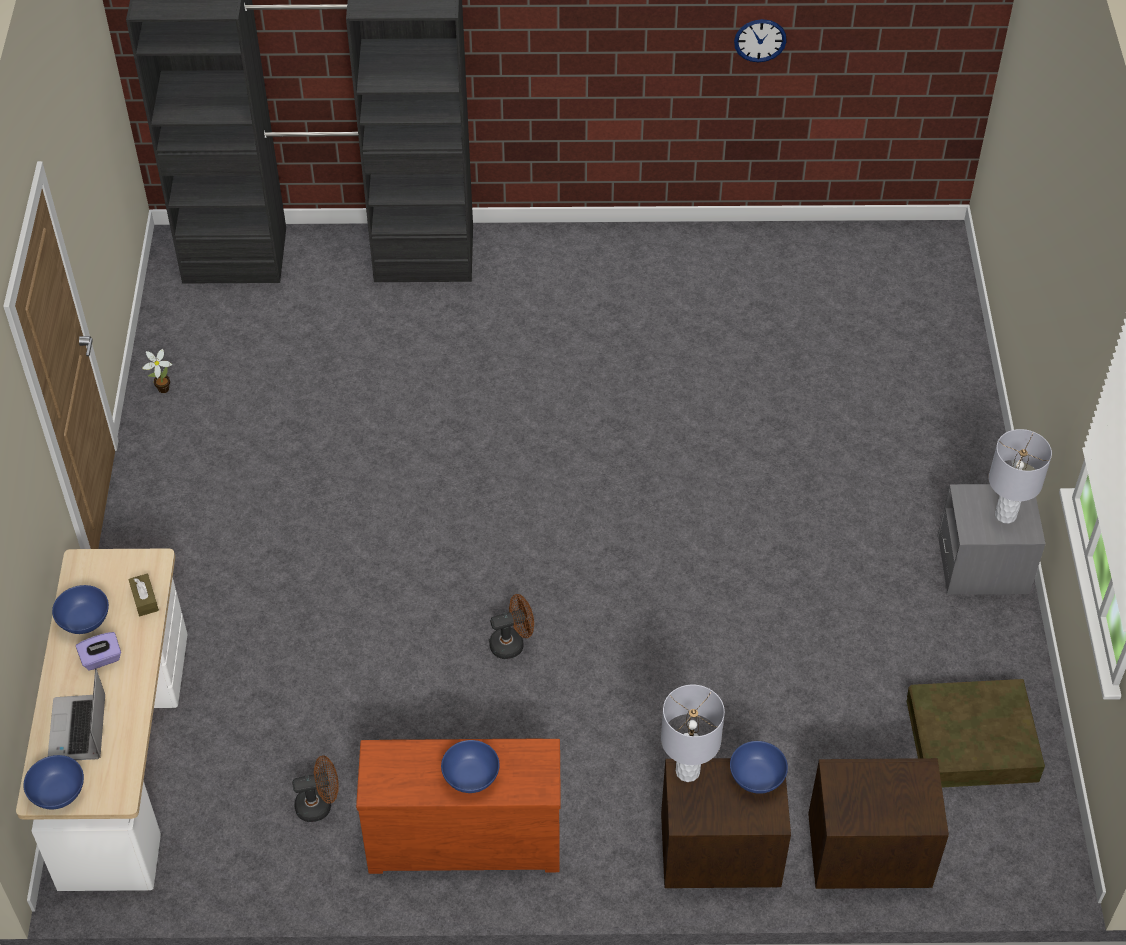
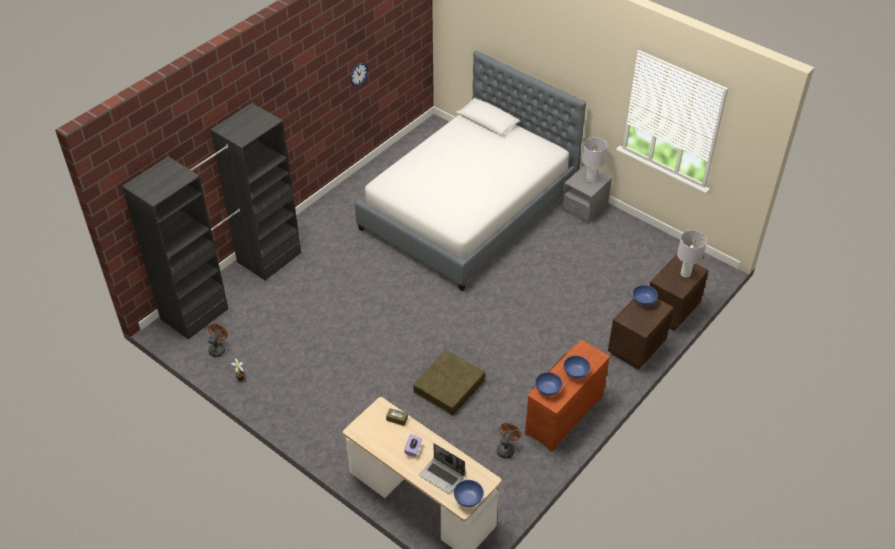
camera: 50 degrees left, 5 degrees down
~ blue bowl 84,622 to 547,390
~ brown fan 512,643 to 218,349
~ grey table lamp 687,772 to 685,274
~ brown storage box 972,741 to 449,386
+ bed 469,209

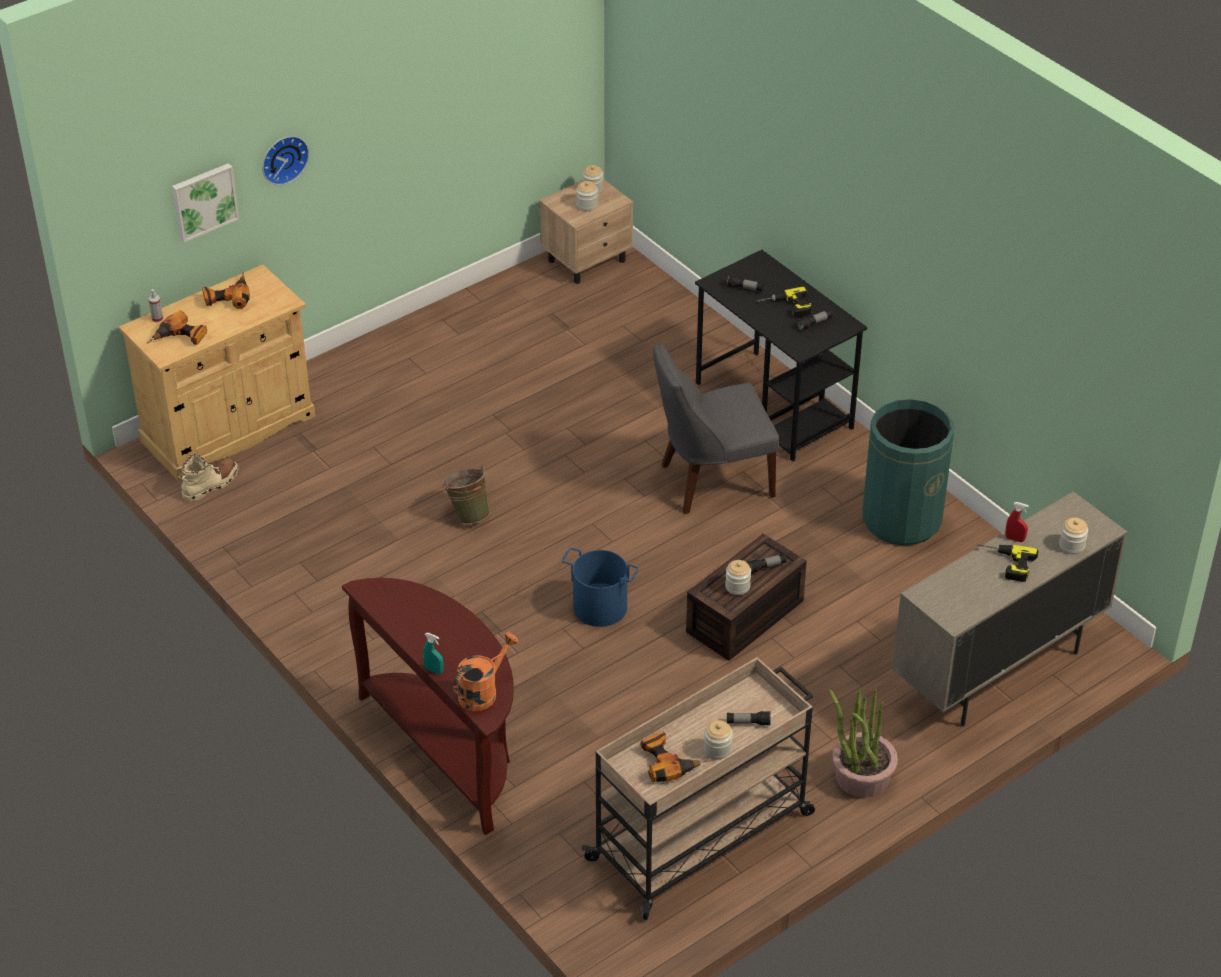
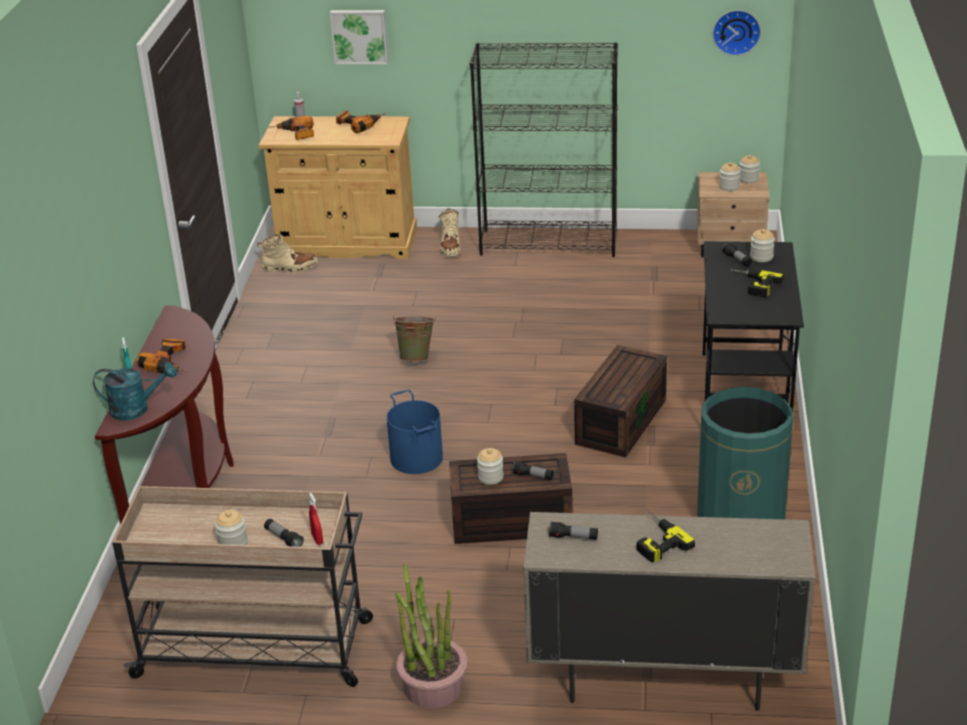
camera: 45 degrees right, 10 degrees down
~ wall clock 283,158 to 736,31
~ orange watering can 483,691 to turquoise watering can 136,409
~ power drill 669,761 to 170,363
~ grey chair 711,481 to brown storage box 620,420
~ flashlight 814,324 to 573,537
~ red spray bottle 1014,539 to 317,539
~ jar 1071,546 to 761,257
+ beige boot 450,247
+ black bookcase 549,243

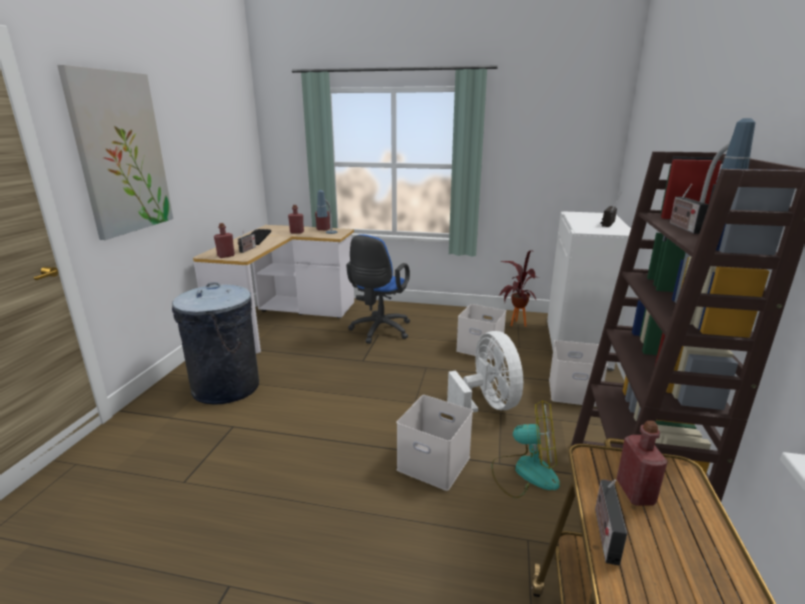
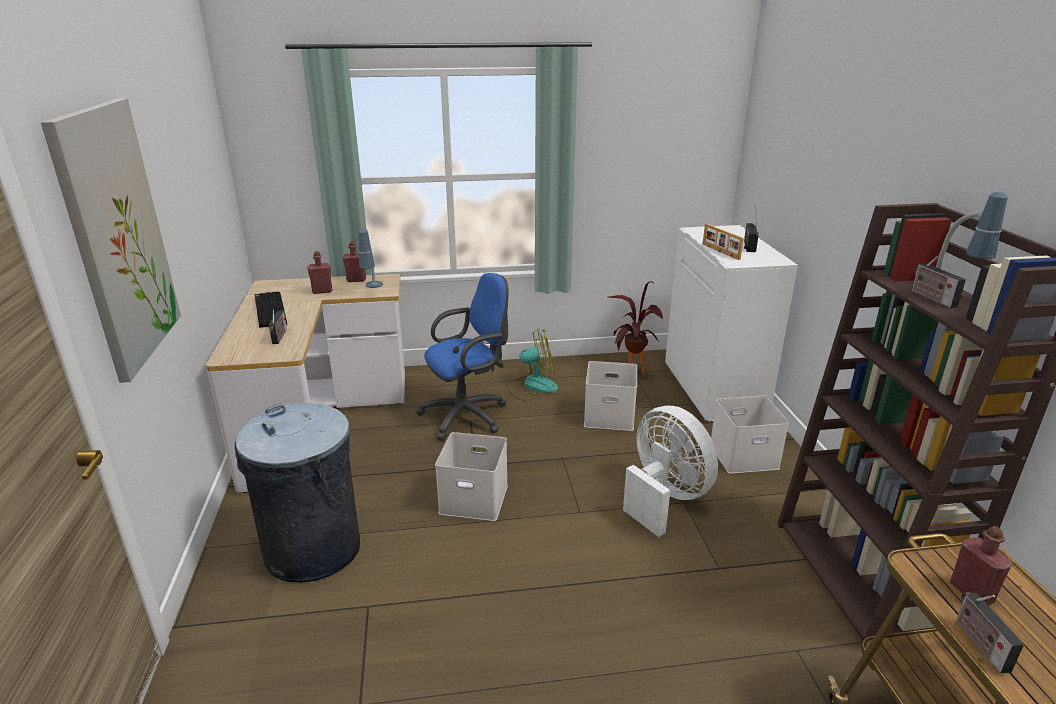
camera: 20 degrees left, 5 degrees up
- red bottle 226,256
~ blue office chair 379,331 = 468,415 120 degrees counterclockwise
~ white storage box 435,463 to 475,498
~ fan 525,472 to 532,386
+ picture frame 720,252

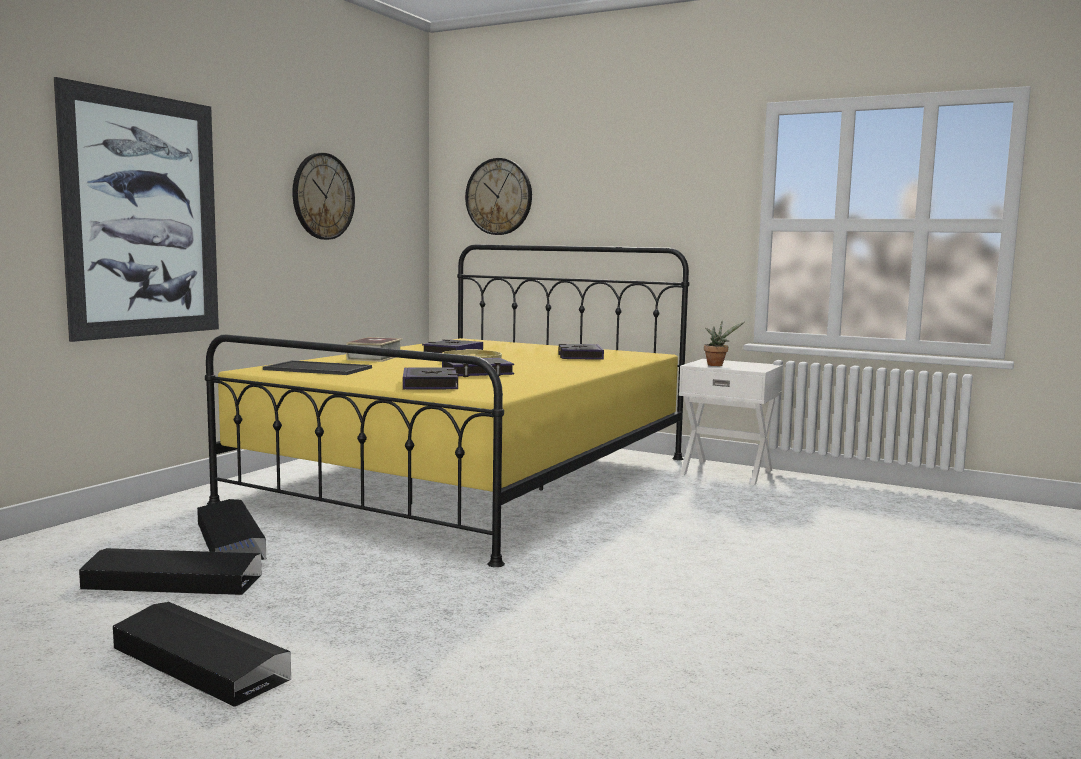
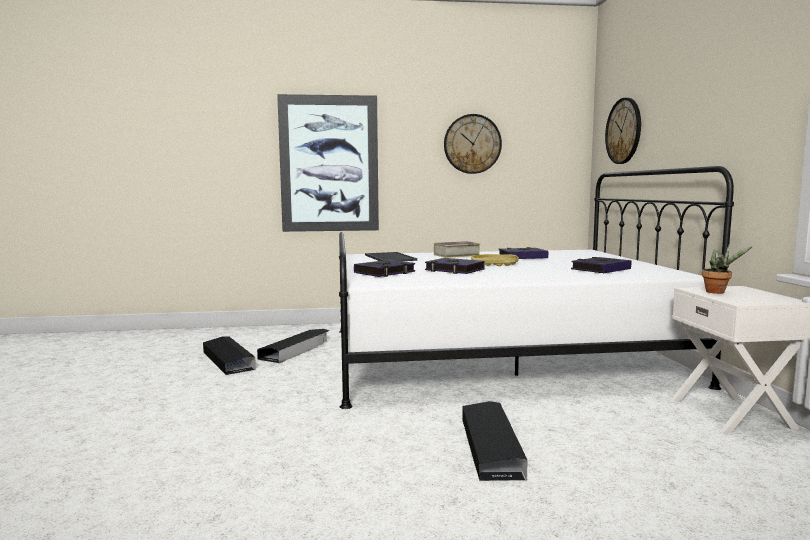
camera: 55 degrees right, 0 degrees up
~ black storage box 199,664 to 491,446
~ yellow bed 472,478 to white bed 497,355

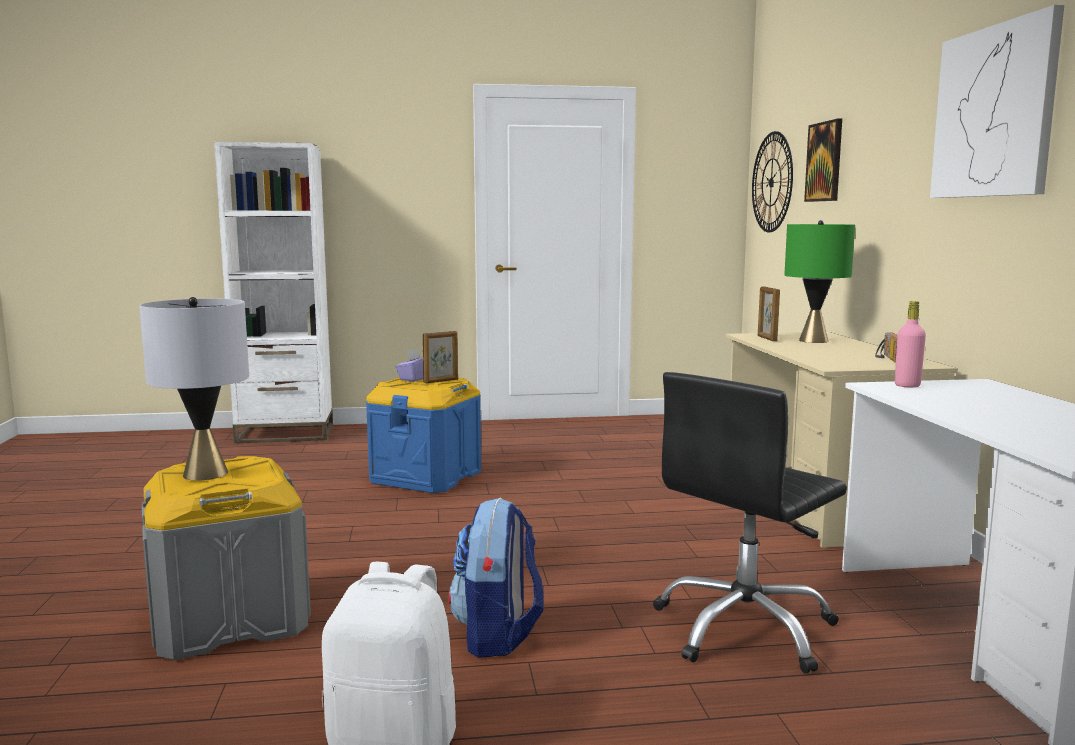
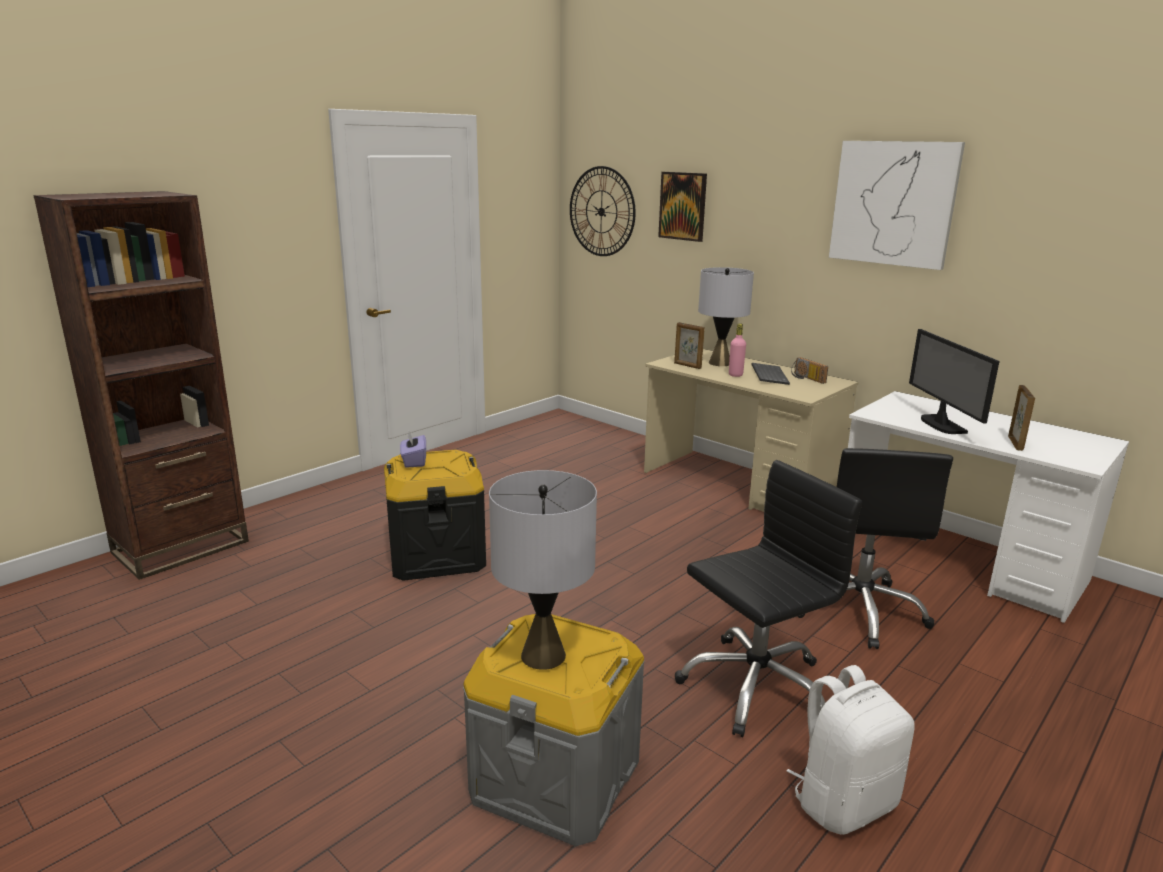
camera: 40 degrees left, 10 degrees up
~ white bookcase 285,434 to brown bookcase 181,547
~ blue storage box 426,477 to black storage box 436,555
~ picture frame 441,381 to 1015,443
~ backpack 498,635 to black office chair 755,686
~ green table lamp 813,341 to grey table lamp 720,363
~ pink bottle 907,385 to 735,375
+ keyboard 768,375
+ monitor 940,425

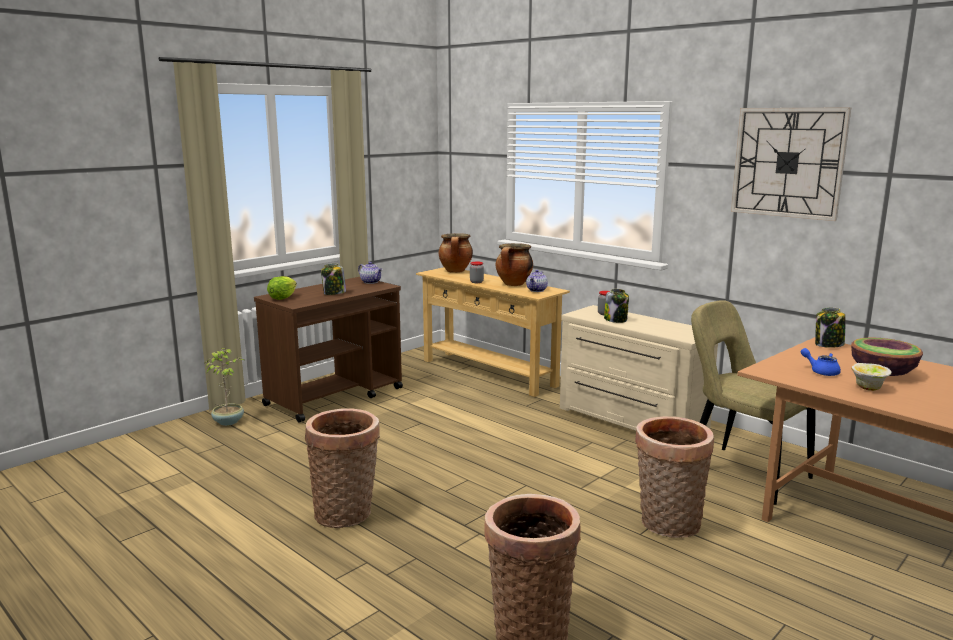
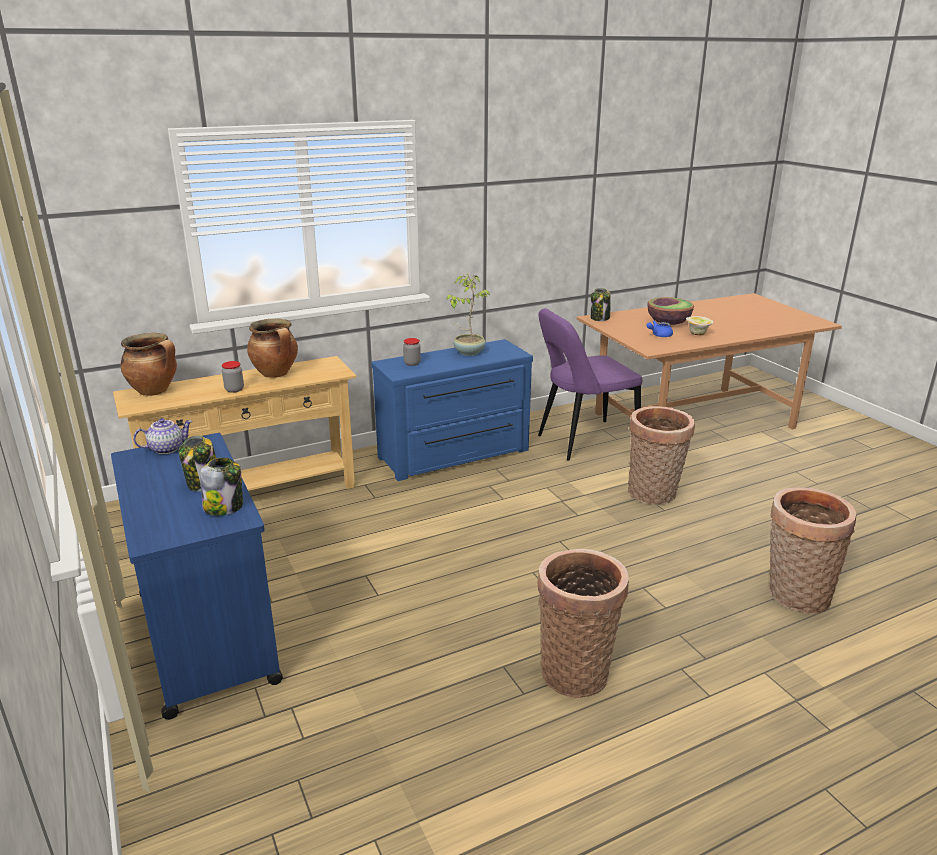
camera: 70 degrees left, 10 degrees up
~ potted plant 229,421 to 468,352
~ brown cart 335,396 to blue cart 207,635
- lettuce 282,298
- teapot 537,290
~ beige dresser 630,420 to blue dresser 455,455
~ jar 616,320 to 224,507
~ beige chair 741,473 to purple chair 582,442
- wall clock 788,162

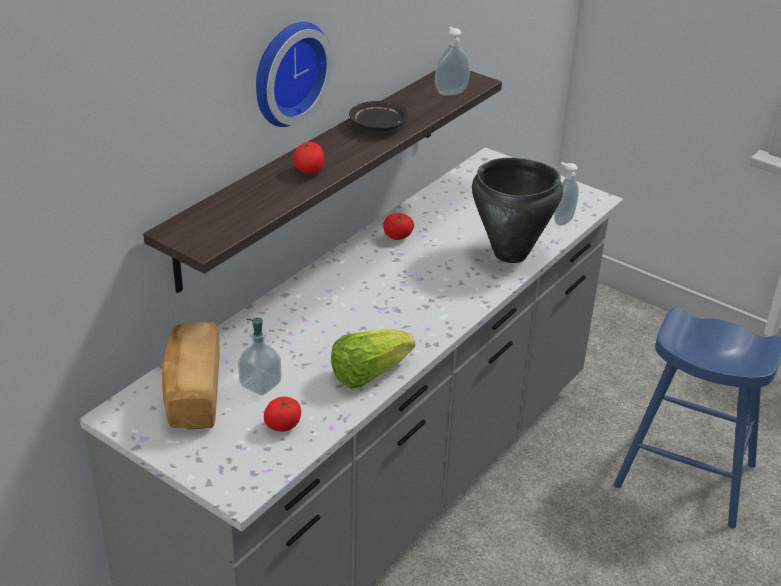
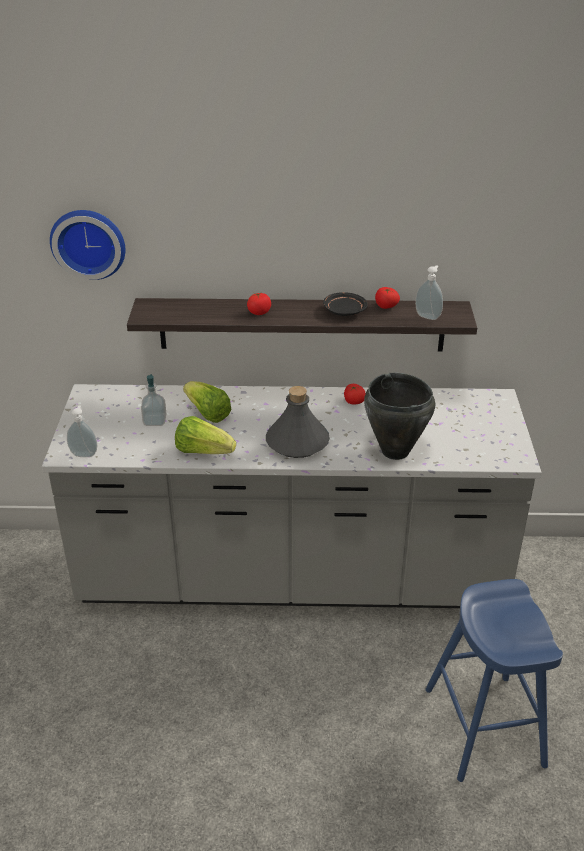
camera: 55 degrees right, 0 degrees up
- bread 192,394
~ wall clock 286,72 to 89,242
~ tomato 283,425 to 386,306
~ soap dispenser 562,220 to 84,454
+ lettuce 207,413
+ grey bottle 297,443

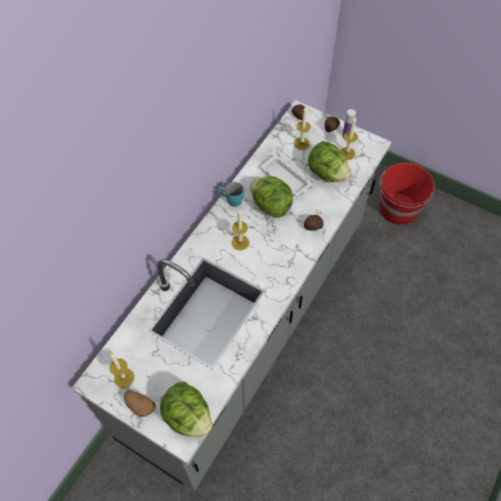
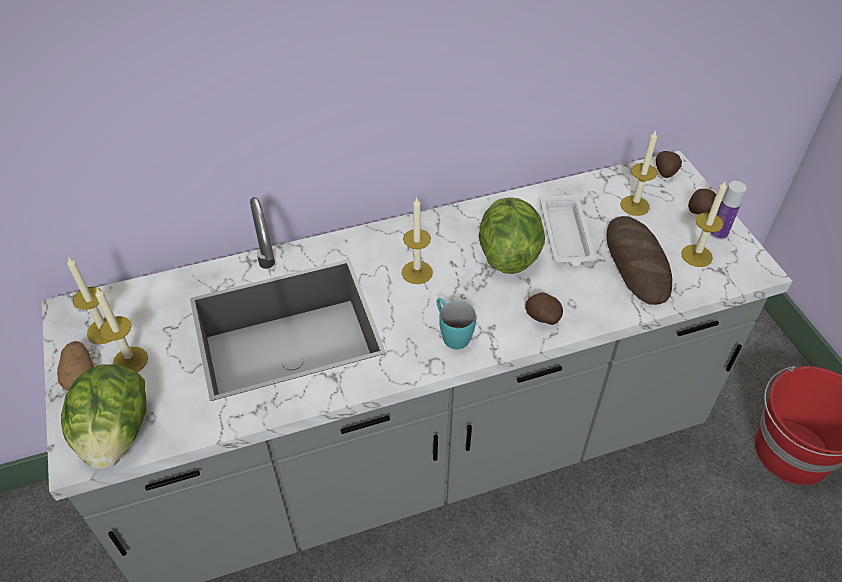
camera: 40 degrees right, 10 degrees down
~ turquoise mug 231,200 to 452,334
~ lettuce 327,173 to bread 636,263
+ candle 130,360

